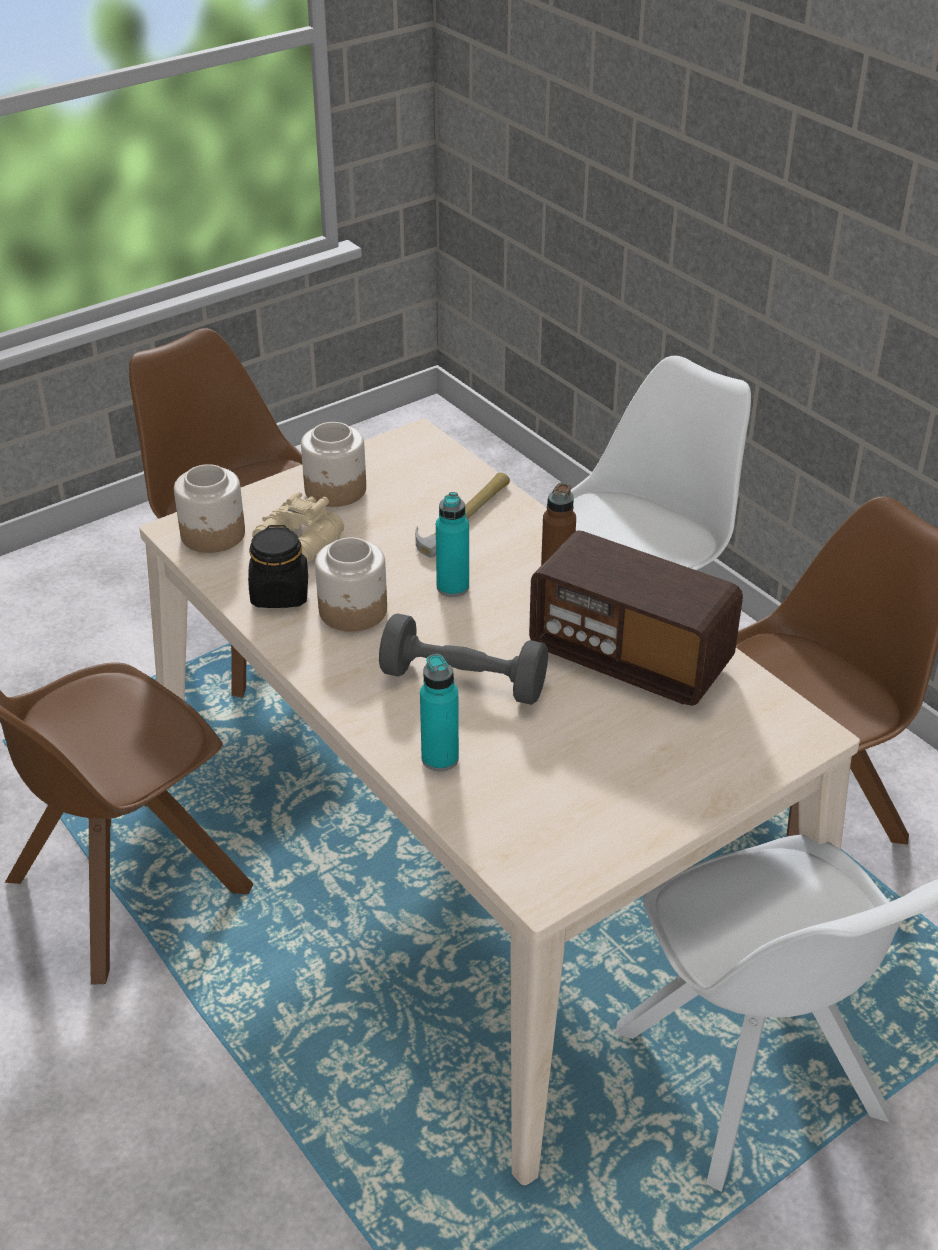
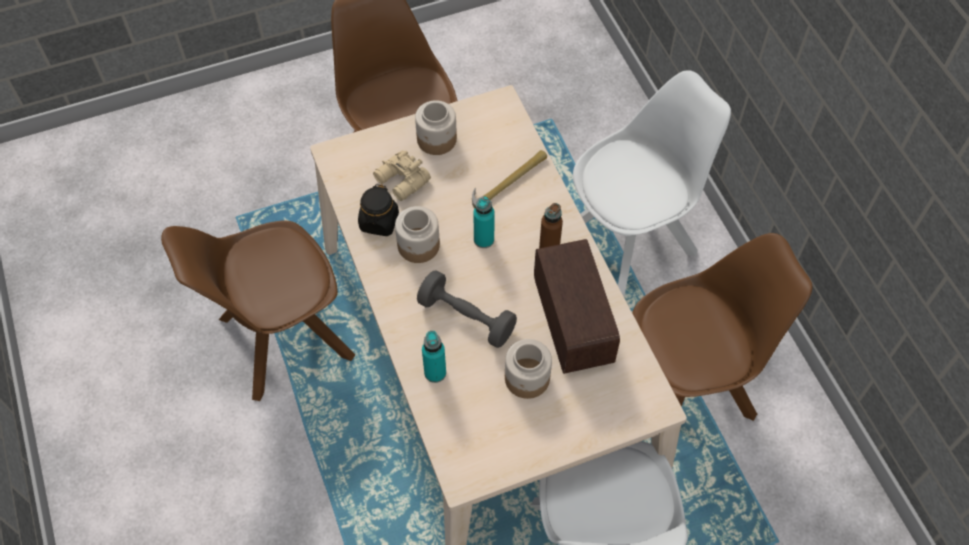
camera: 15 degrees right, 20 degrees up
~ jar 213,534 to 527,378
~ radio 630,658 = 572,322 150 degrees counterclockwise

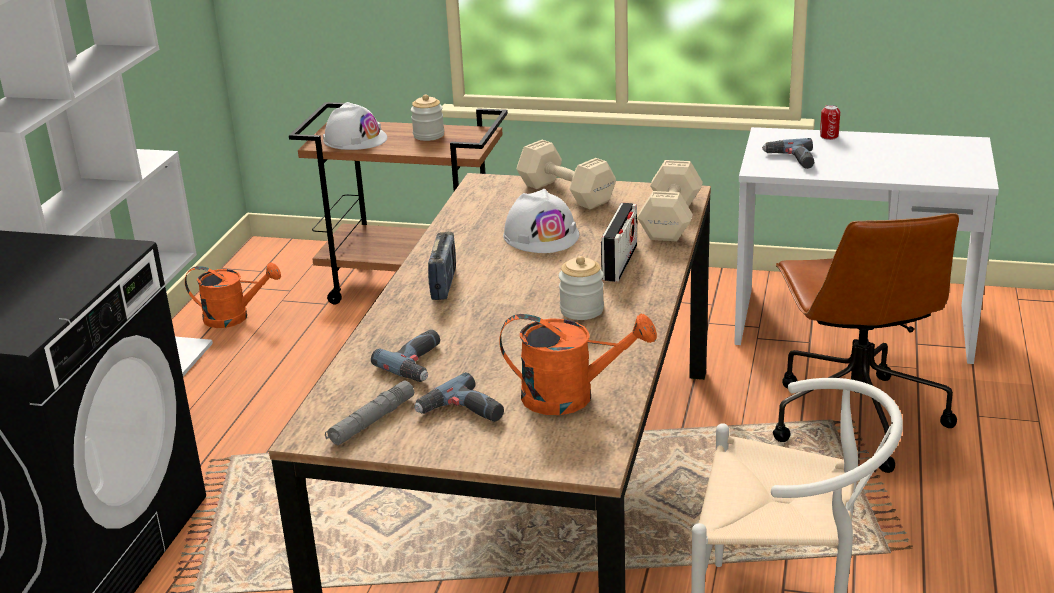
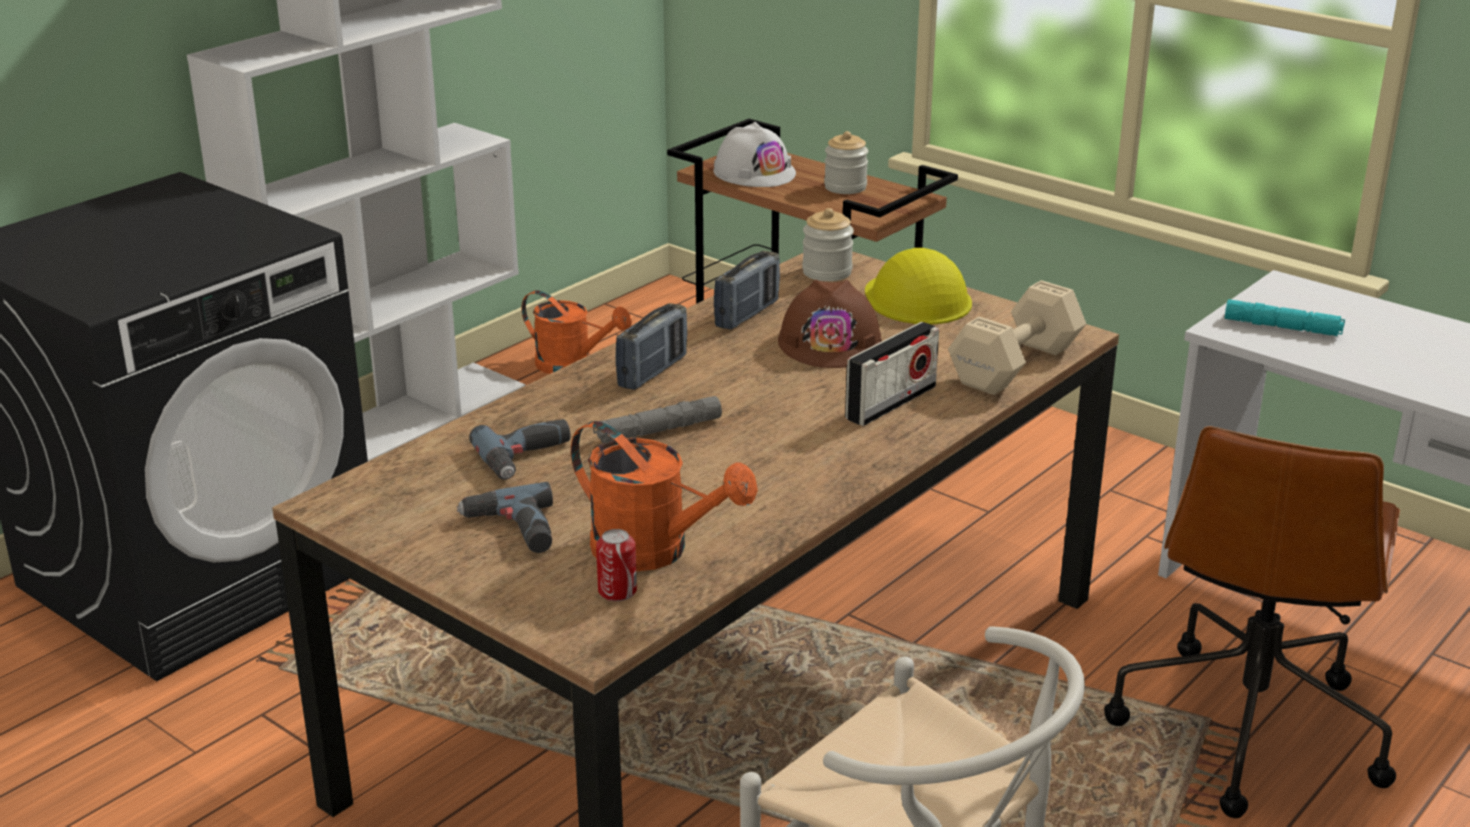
camera: 25 degrees right, 0 degrees up
~ grey flashlight 371,421 to 658,431
~ white hard hat 541,235 to brown hard hat 830,343
~ beige dumbbell 567,194 to yellow hard hat 917,299
~ jar 581,310 to 827,272
~ power drill 791,160 to turquoise flashlight 1282,327
~ can 829,136 to 617,591
+ radio 747,314

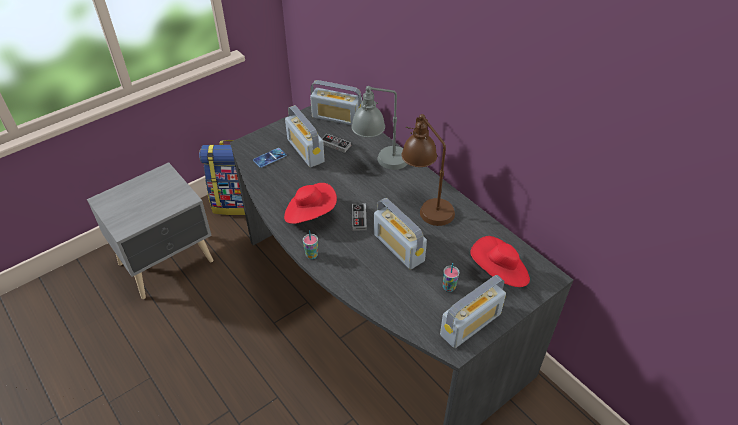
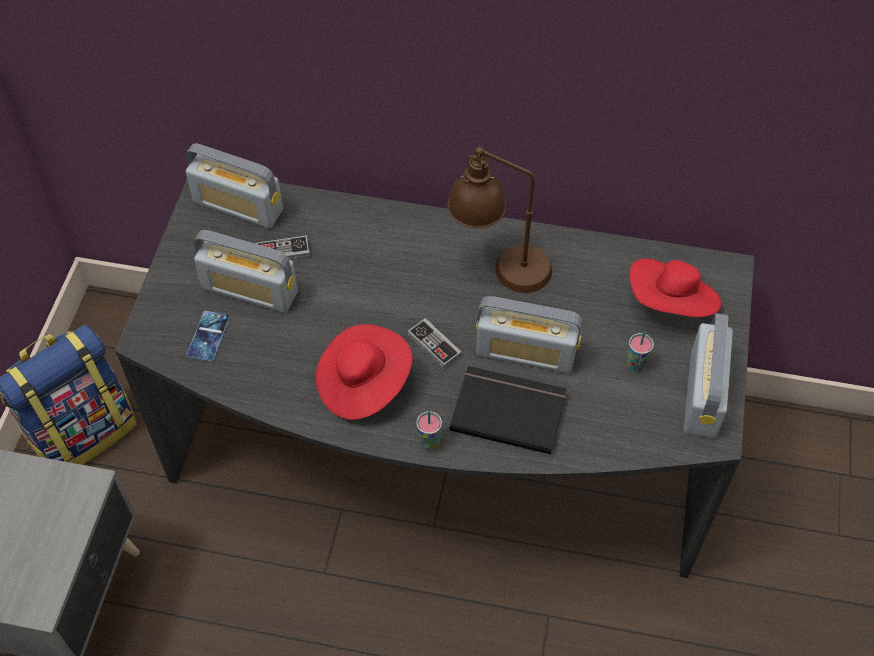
camera: 40 degrees left, 10 degrees up
~ radio 337,118 = 238,206 45 degrees clockwise
- grey table lamp 381,163
+ black book 508,409

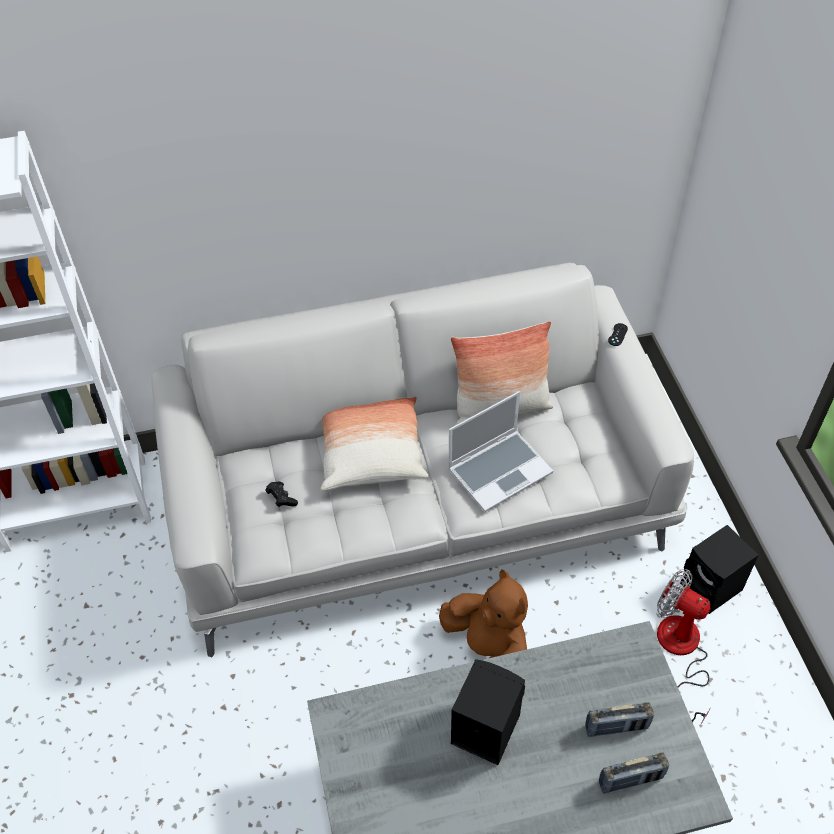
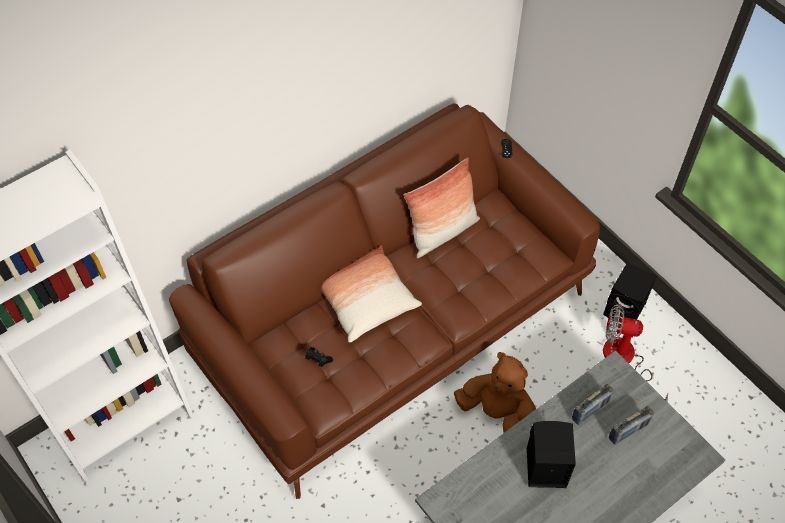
camera: 25 degrees left, 5 degrees up
~ white sofa 419,500 to brown sofa 392,321
- laptop 500,470
~ radio 630,780 to 590,410

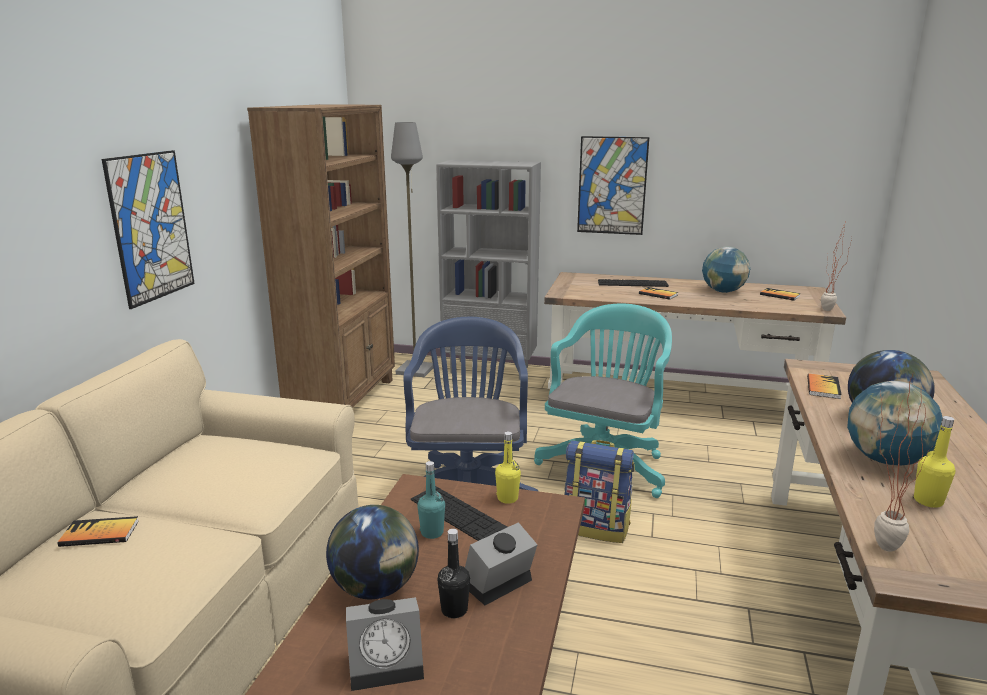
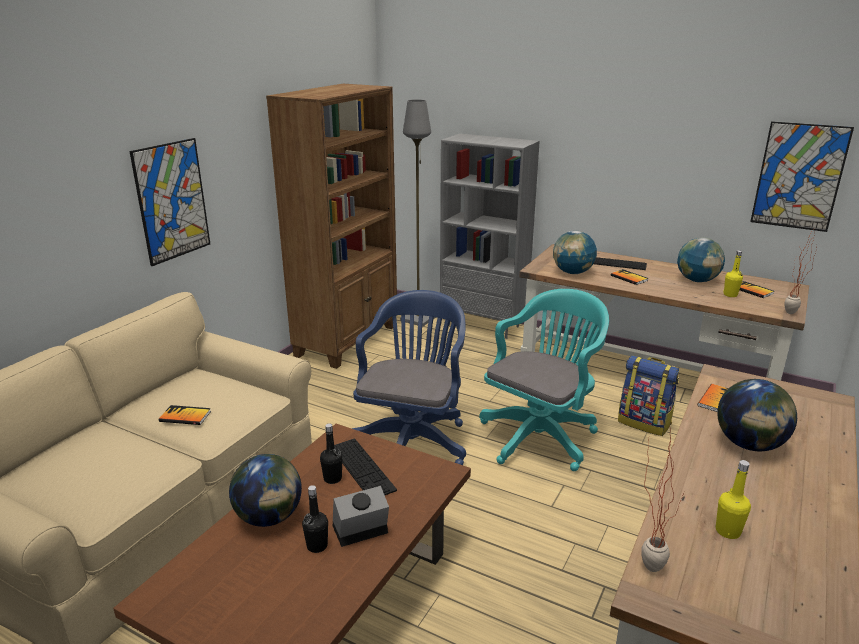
camera: 15 degrees right, 5 degrees up
~ book 99,533 to 185,416
- alarm clock 388,663
~ turquoise bottle 432,532 to black bottle 332,478
~ yellow bottle 507,498 to 730,295
~ backpack 596,527 to 644,423
~ picture 612,185 to 799,176
~ globe 886,460 to 572,272

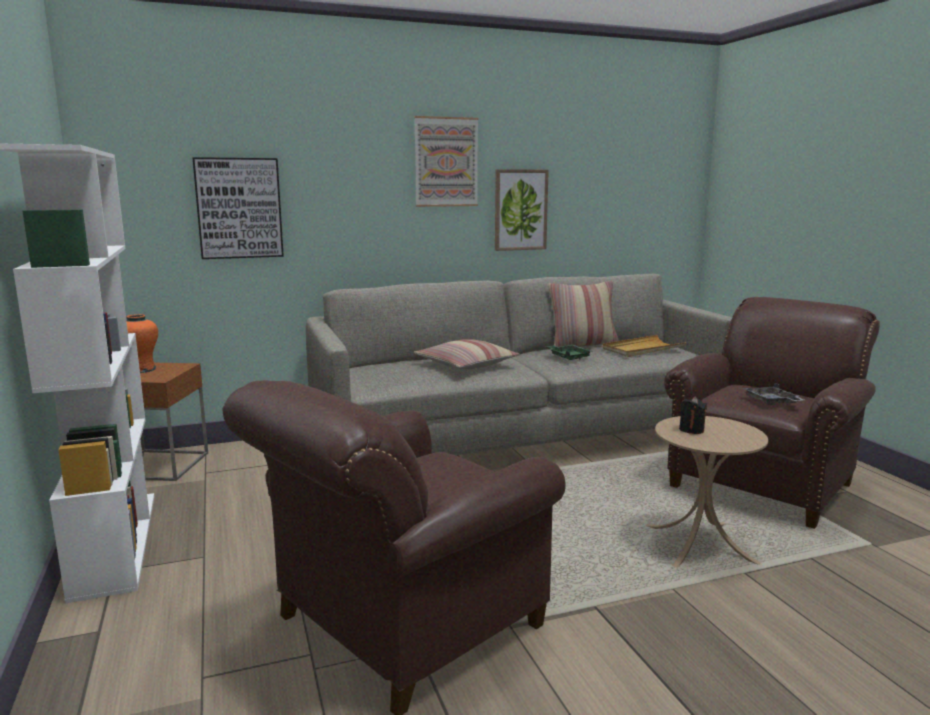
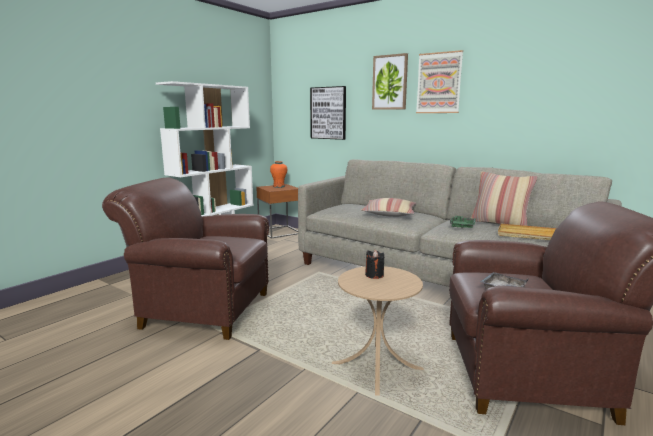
camera: 55 degrees right, 0 degrees up
~ picture 520,210 to 390,82

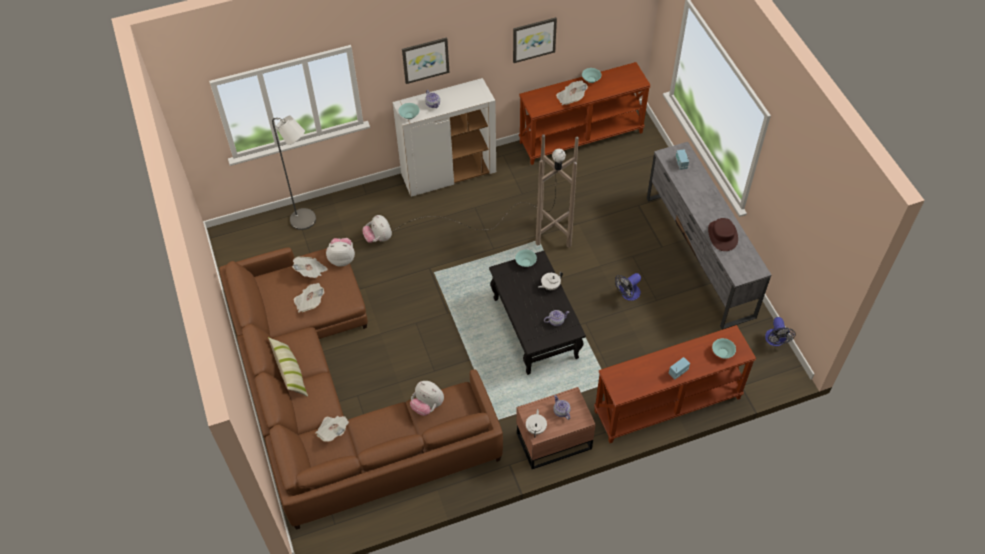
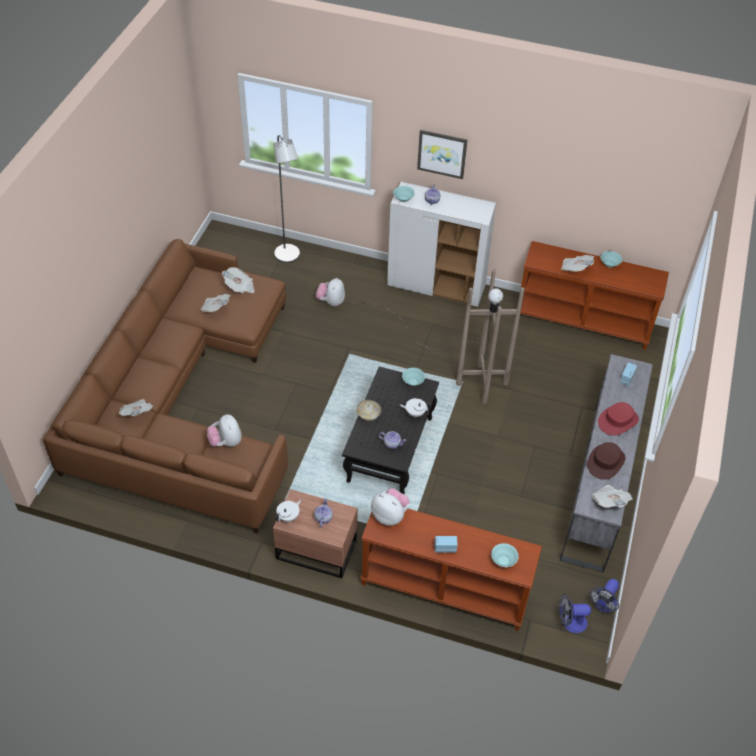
camera: 35 degrees right, 5 degrees down
- pillow 290,373
~ plush toy 342,259 to 390,515
- picture 534,39
~ fan 628,294 to 570,622
+ bowl 368,415
+ newspaper 609,502
+ red hat 617,420

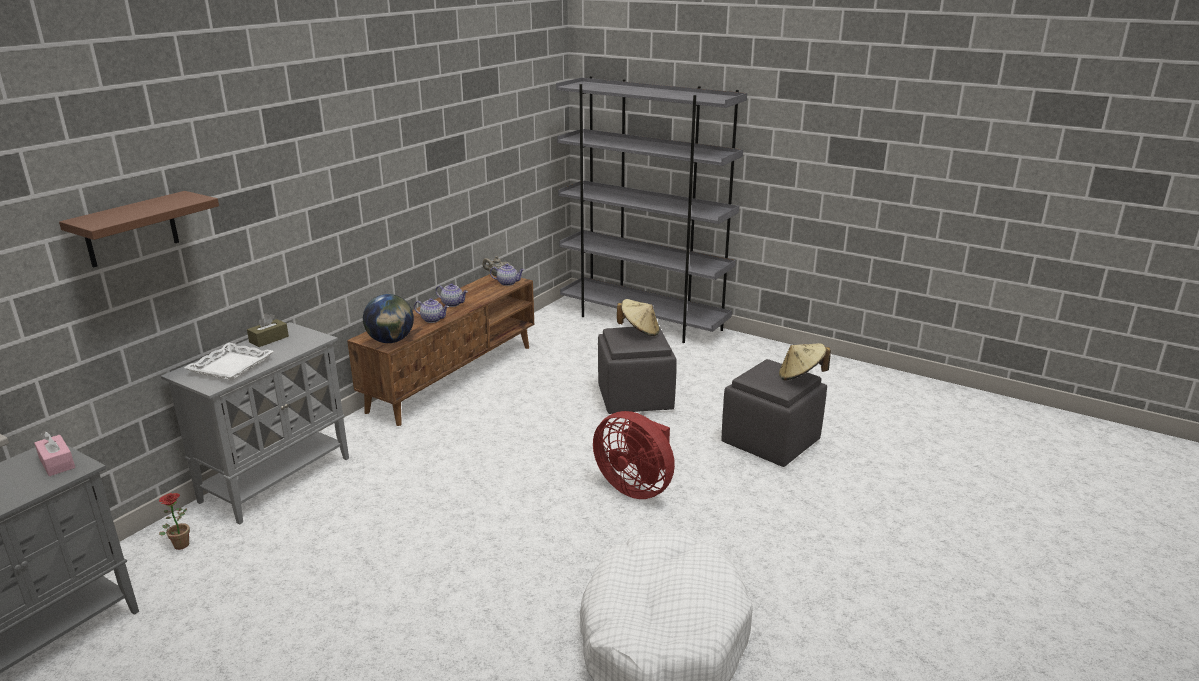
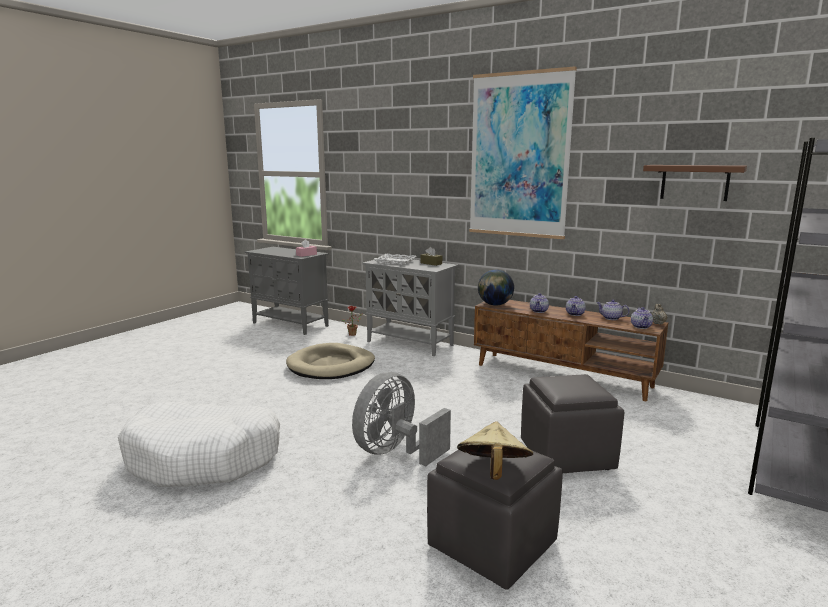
camera: 90 degrees right, 10 degrees down
~ brown shelf 131,229 to 694,182
~ red fan 636,487 to grey fan 395,452
- beige hat 639,331
+ beige dog bed 331,365
+ picture 519,156
+ teapot 611,318

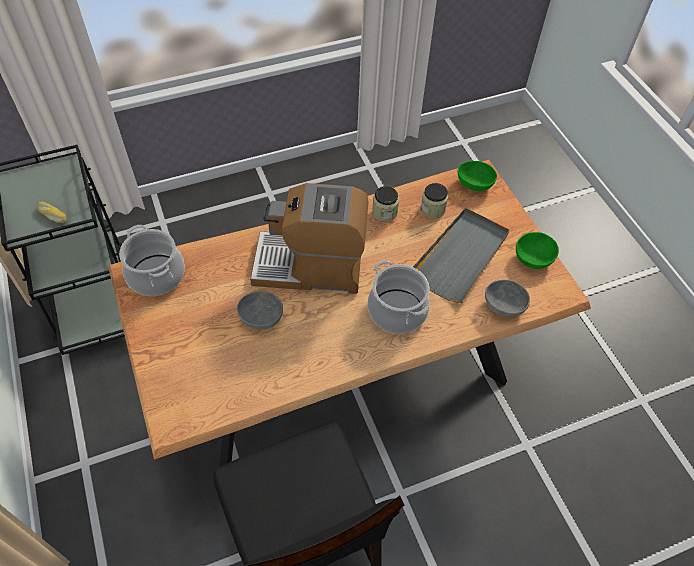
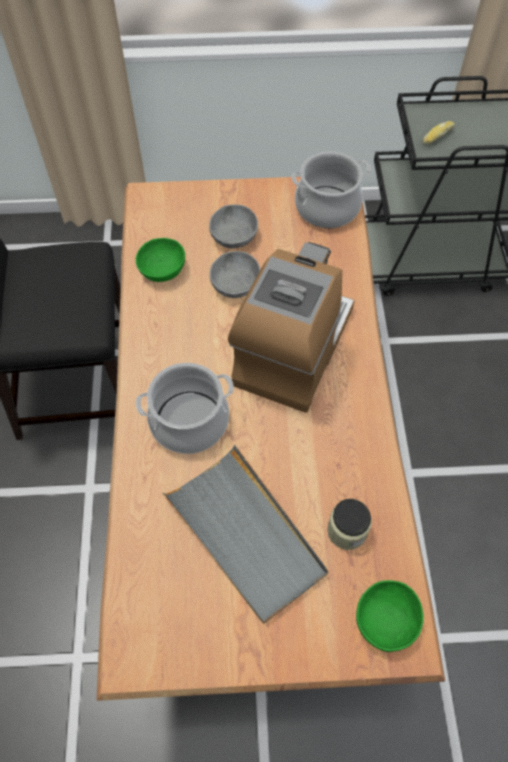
camera: 110 degrees right, 5 degrees up
- jar 384,212
~ grey bowl 503,305 to 235,237
~ green bowl 533,259 to 161,270

